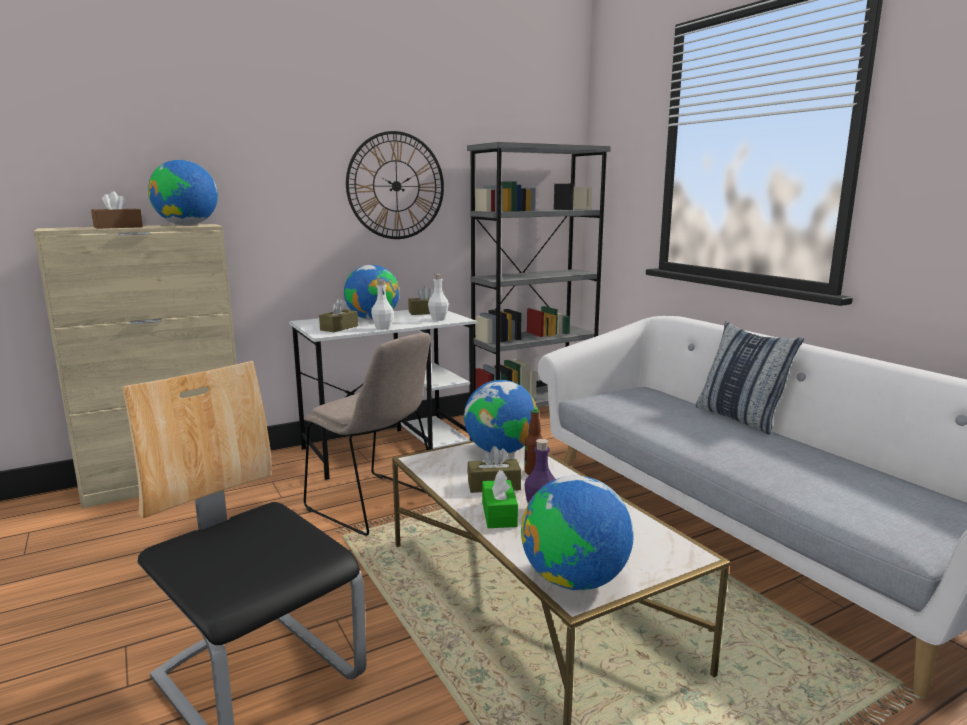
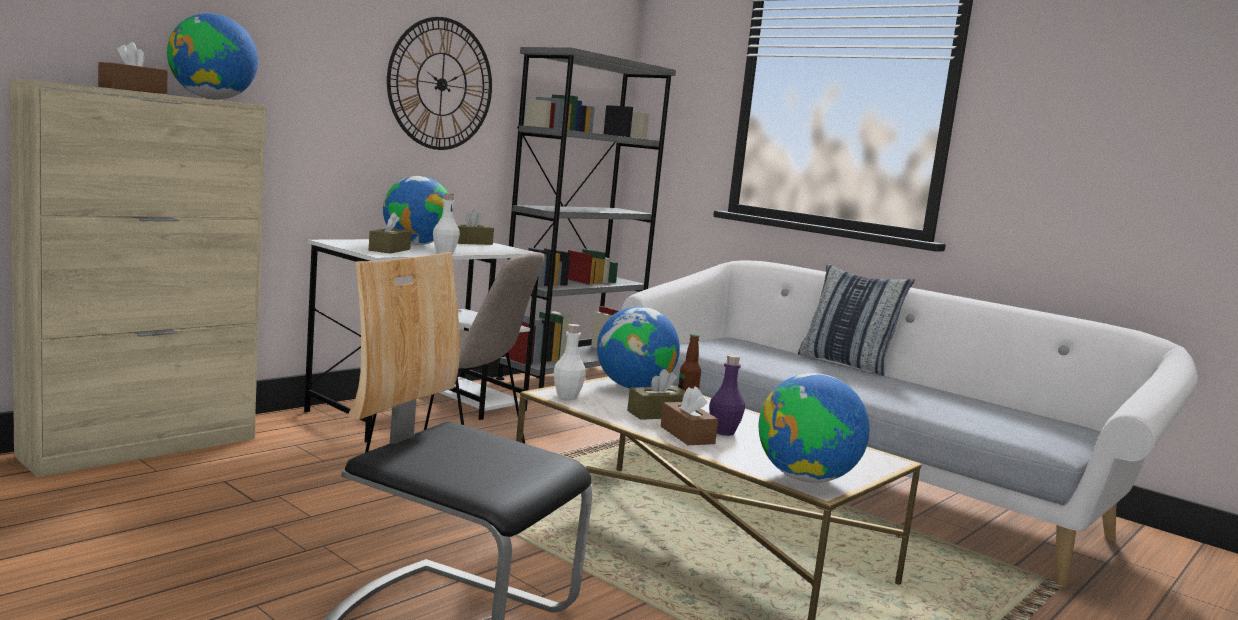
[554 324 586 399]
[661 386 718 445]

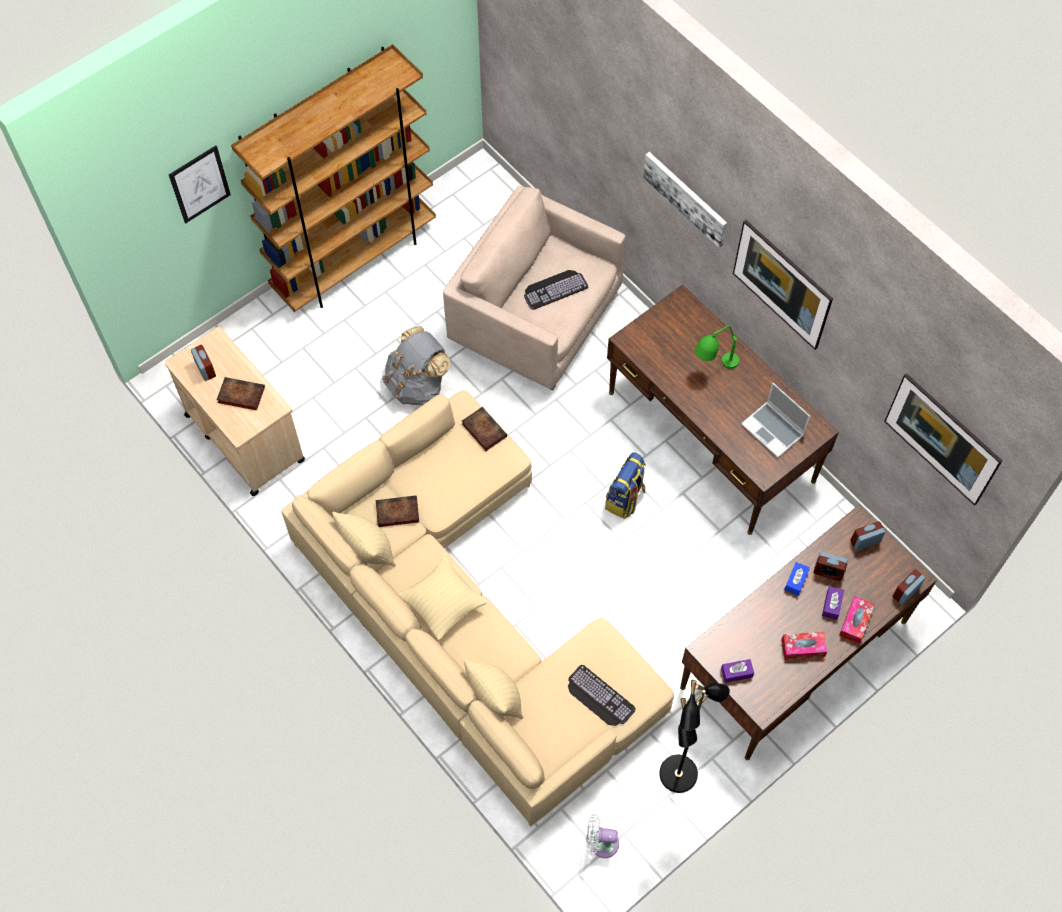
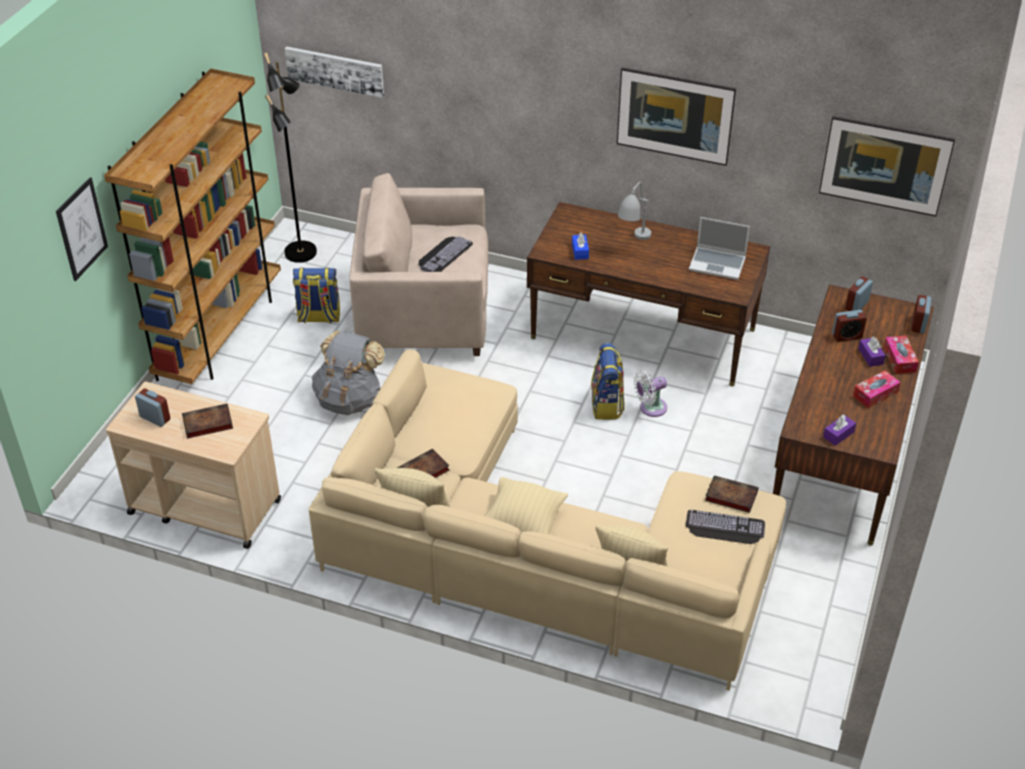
[285 47 384 98]
[618 182 651 240]
[705 475 759 513]
[572 232 589 260]
[264 53 317 263]
[634 370 667 417]
[293 268 340 324]

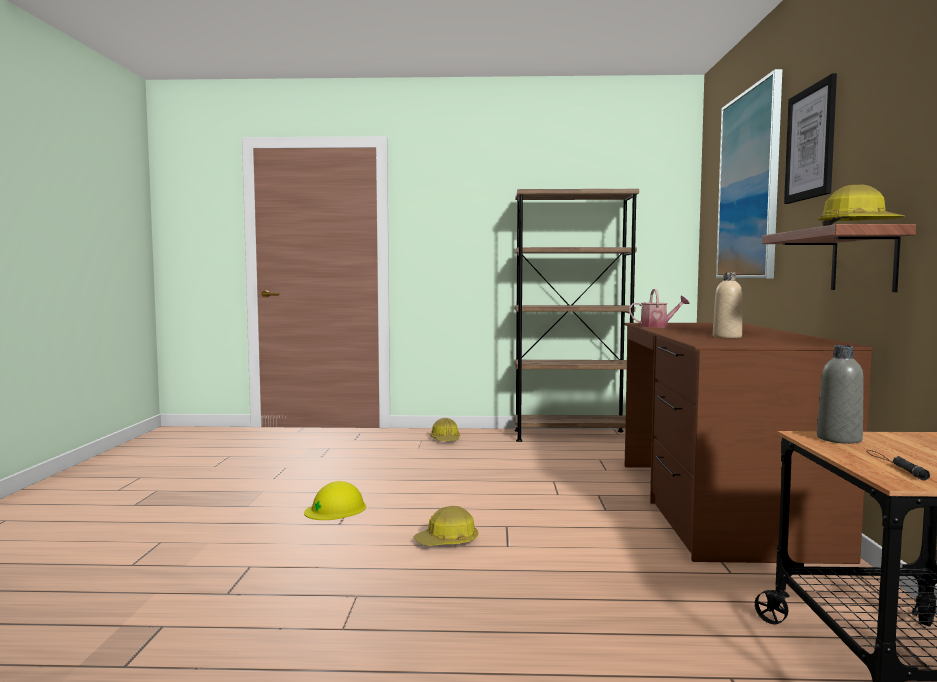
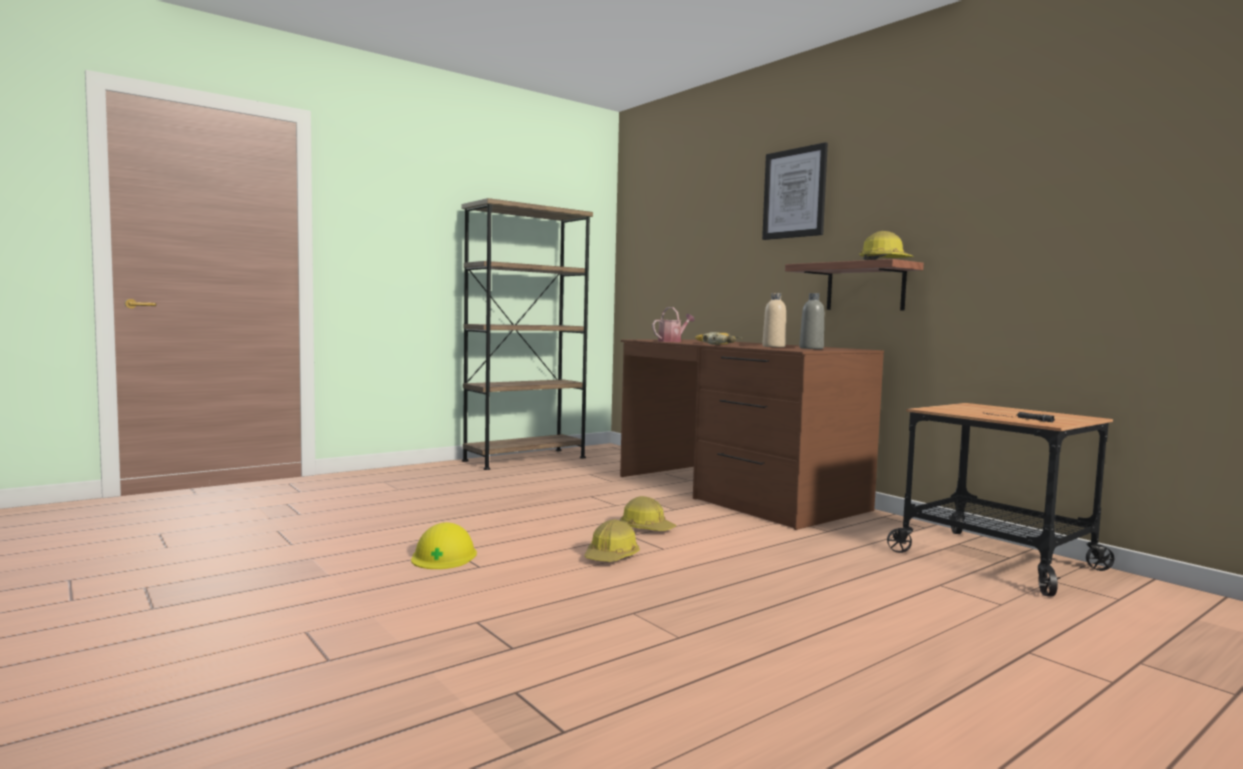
[716 69 783 279] (first image)
[799 293 824 349]
[620 496 676 531]
[695 332 743 345]

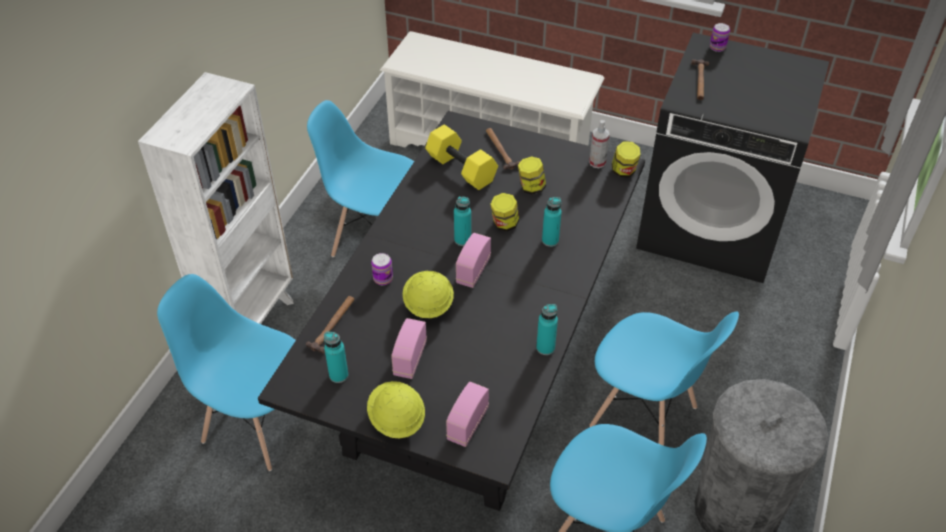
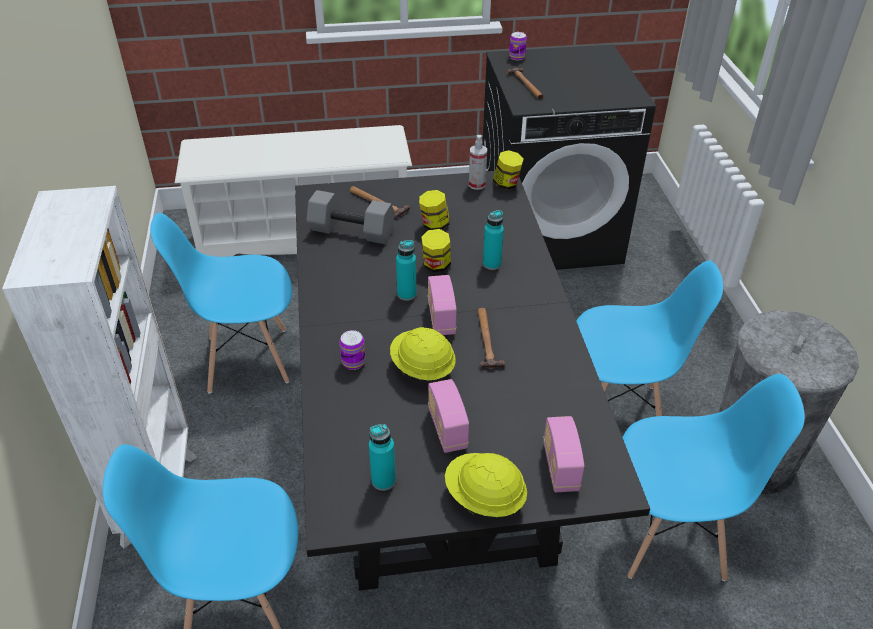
[306 190 395 244]
[478 308 505 369]
[536 304 558 355] (first image)

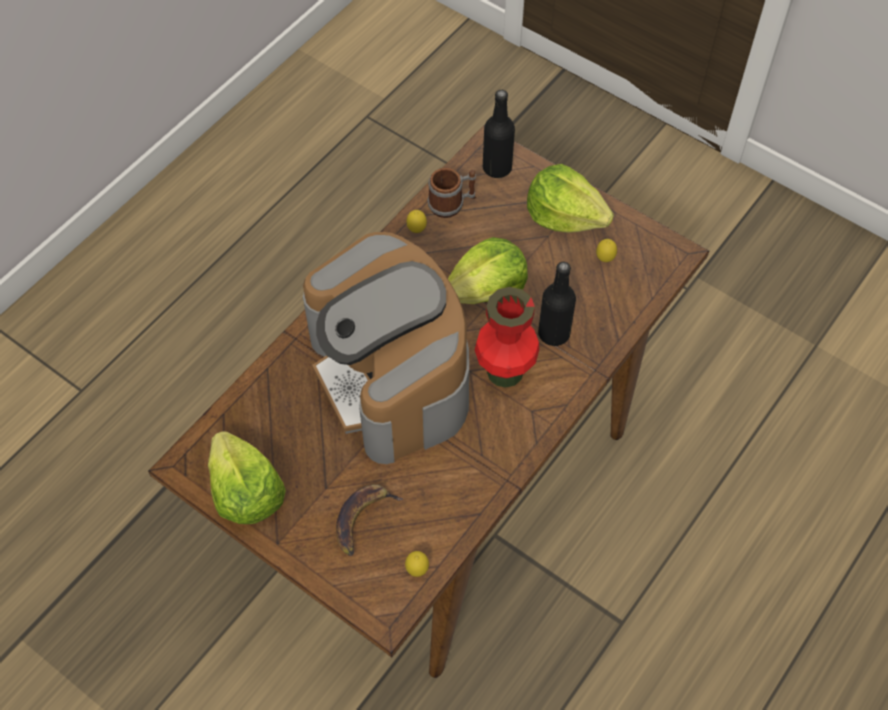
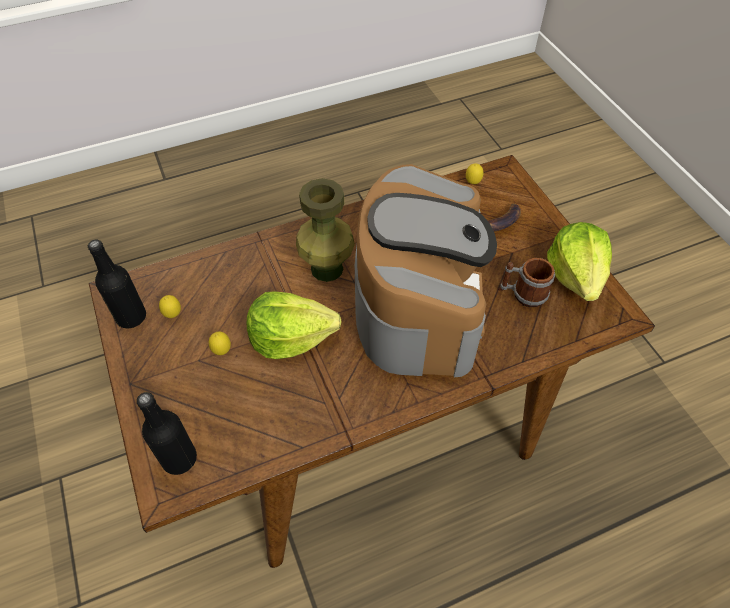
[527 164 614 233] (first image)
[498 258 555 307]
[209 332 231 355]
[88 240 146 329]
[296 178 355 282]

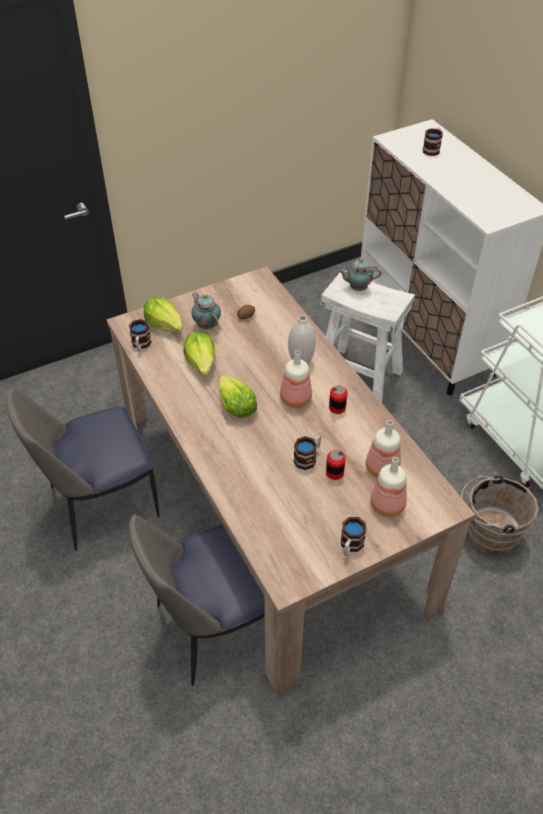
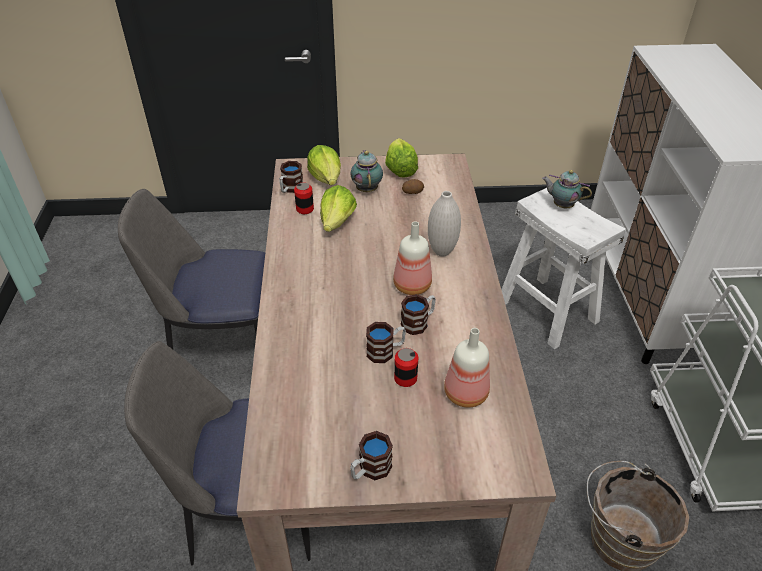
[401 294 436 335]
[385 138 418 178]
[294 182 314 214]
[370 457 407 517] (first image)

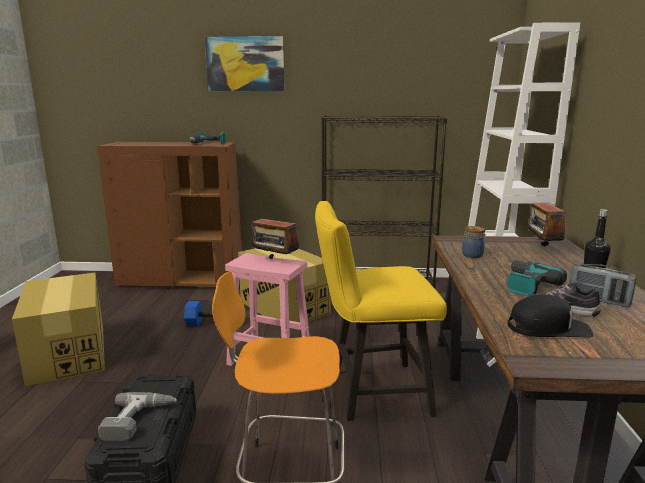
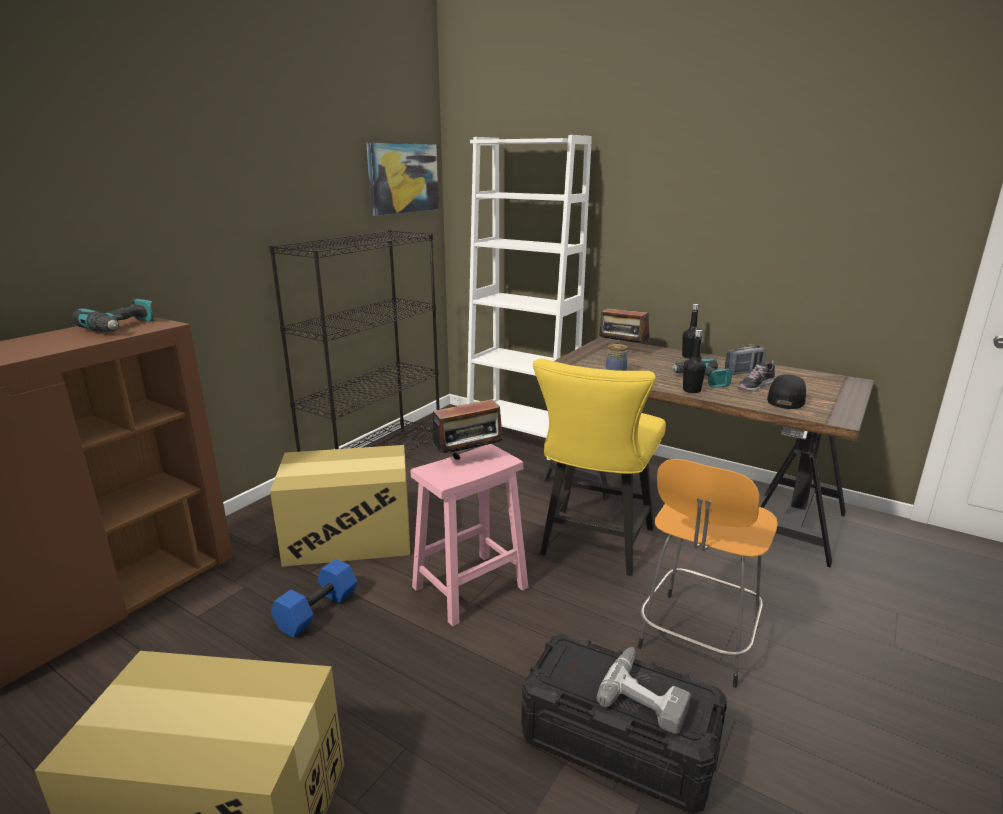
[366 143 439 216]
[683 330 706 393]

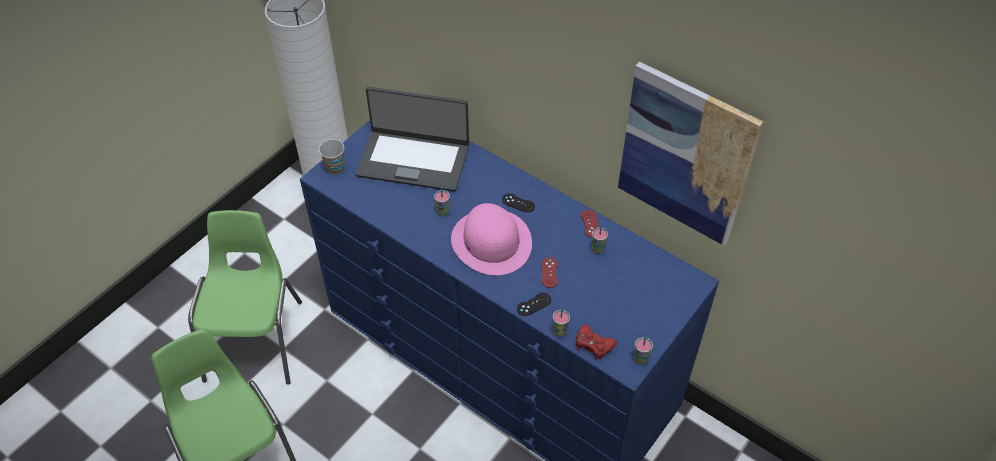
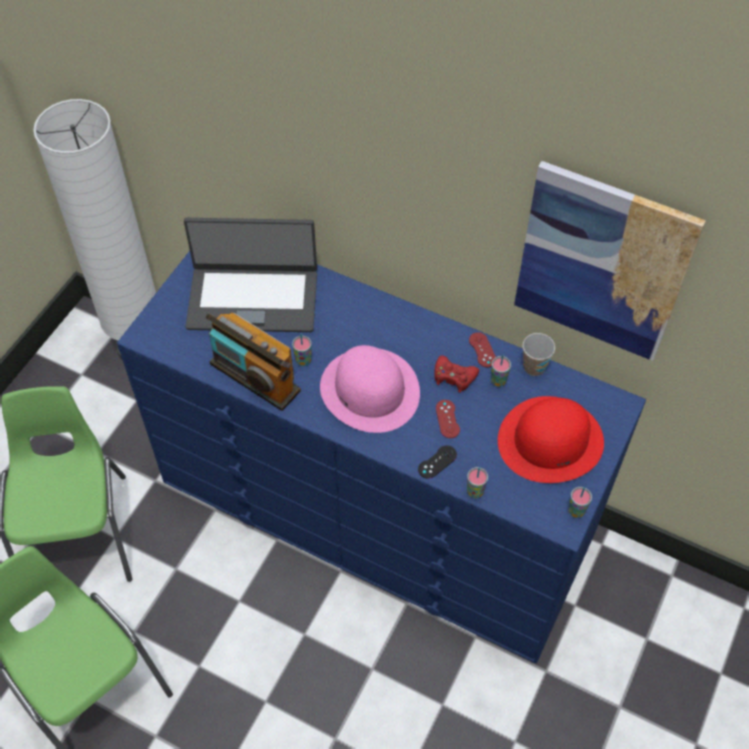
[522 333 555 376]
[502 193 535 213] (first image)
[434 355 479 393]
[205 313 301 411]
[498 396 604 483]

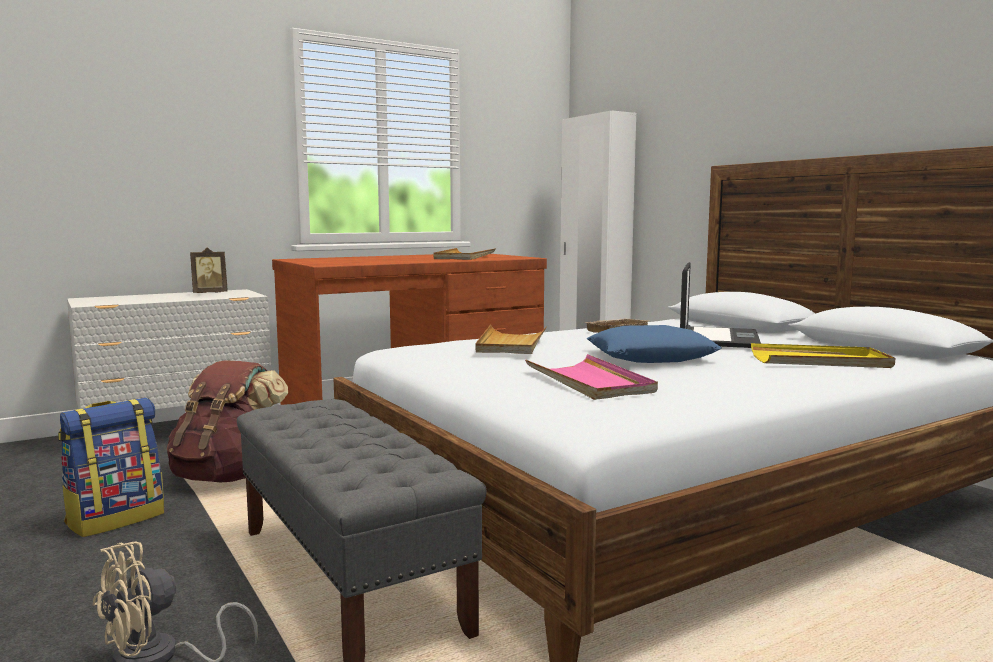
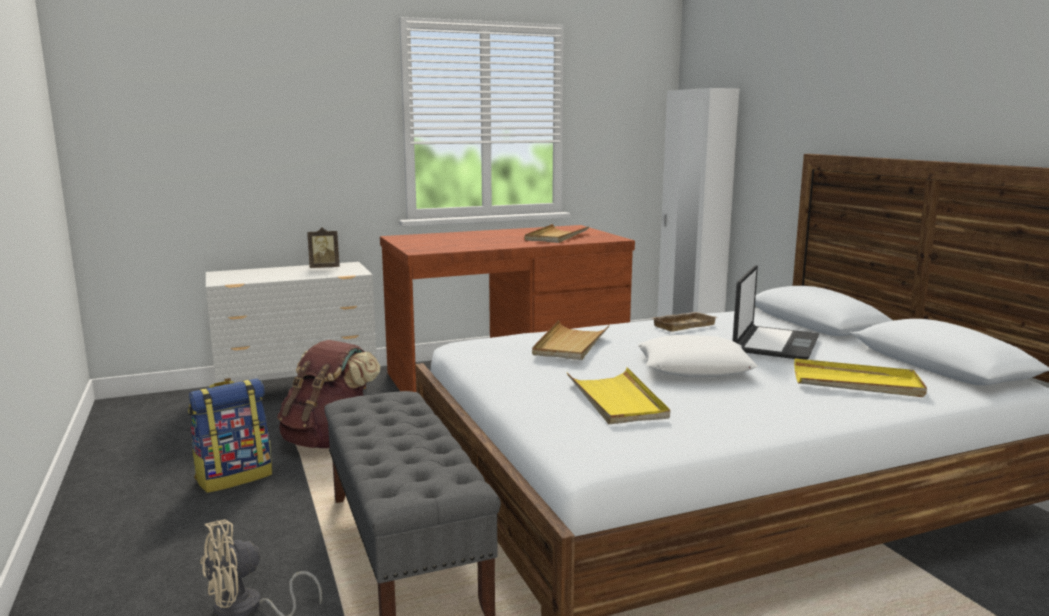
[638 335 758 377]
[567 367 670 424]

